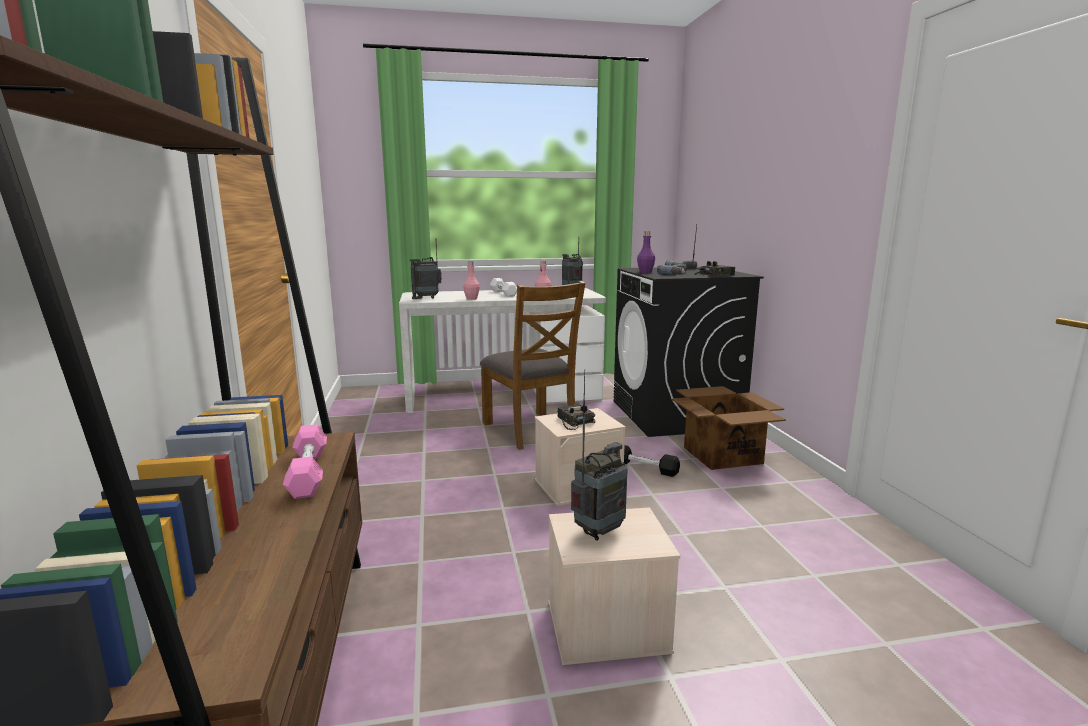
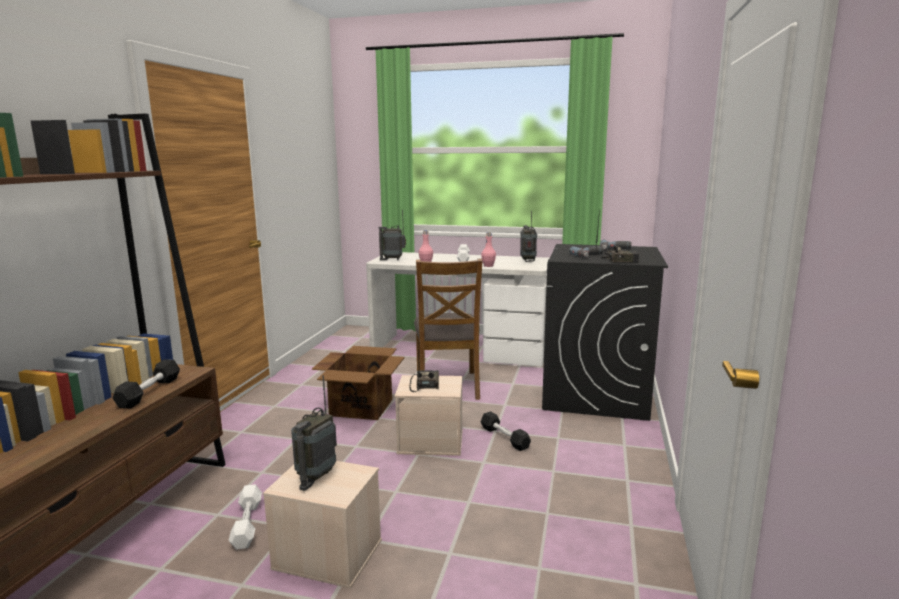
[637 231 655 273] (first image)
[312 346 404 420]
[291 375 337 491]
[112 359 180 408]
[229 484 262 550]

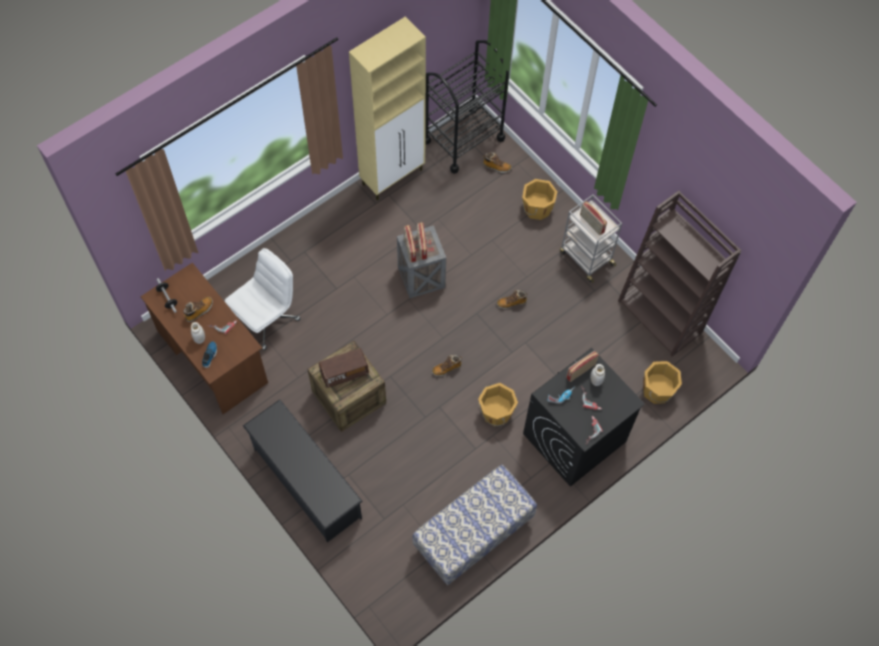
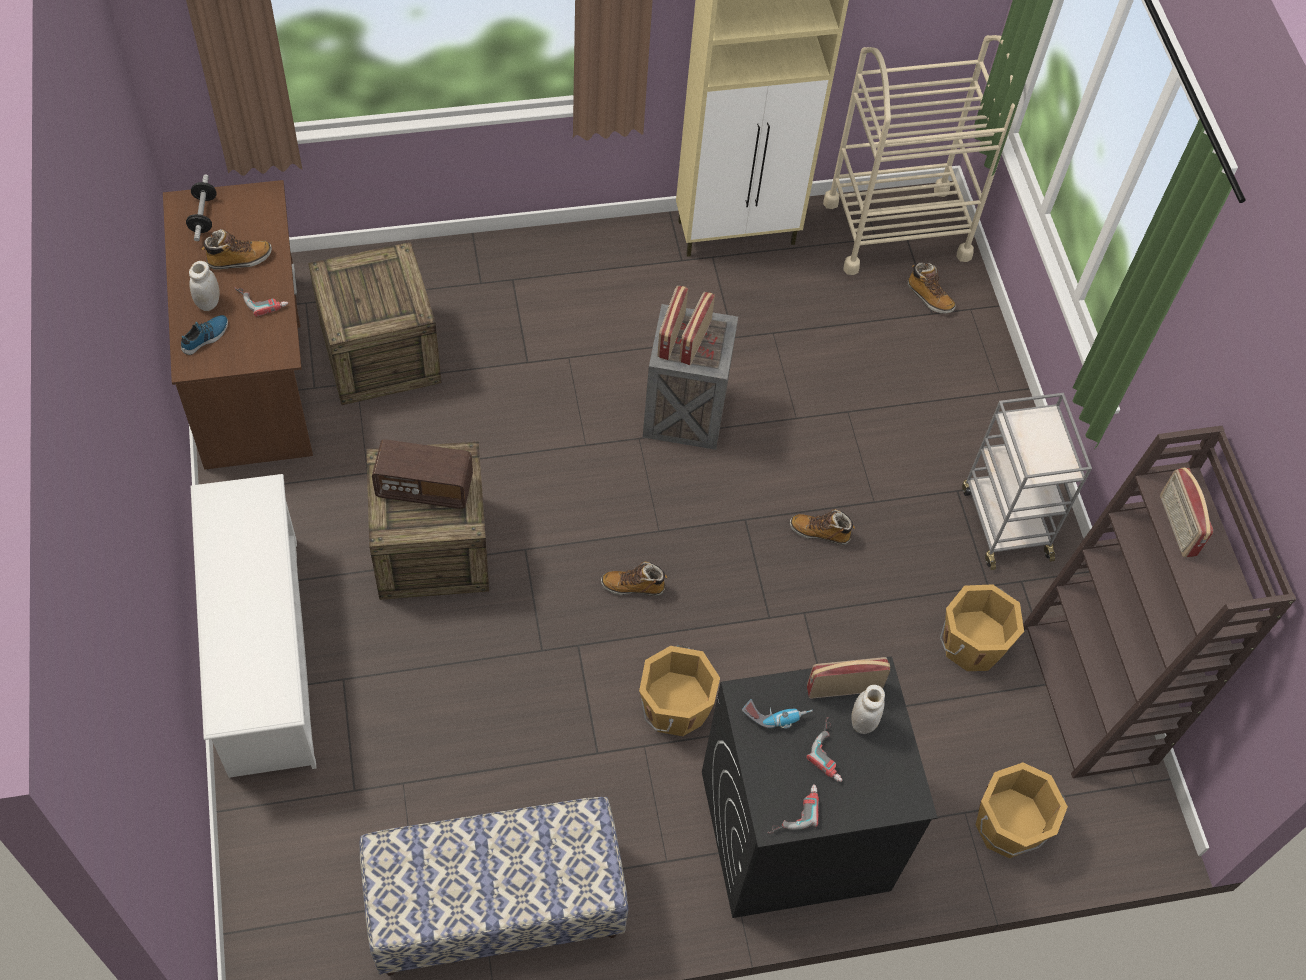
[823 35 1017 275]
[940 584 1024 671]
[1160 467 1213 557]
[308 242 441 405]
[191 474 316 778]

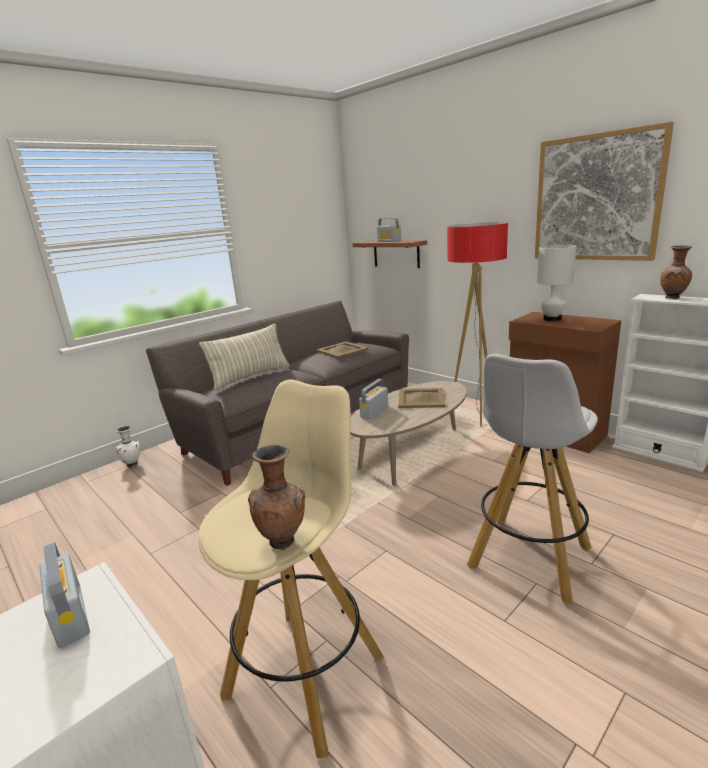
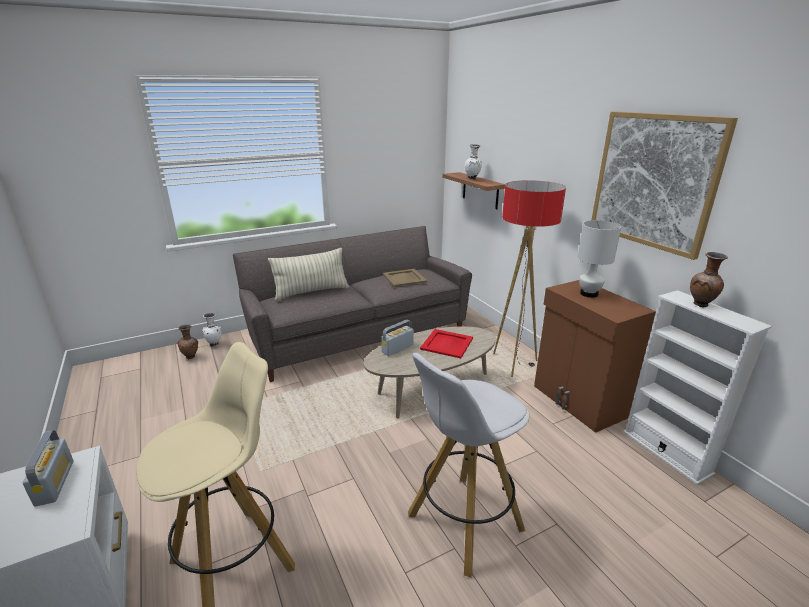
[465 144 482 179]
[420 329 473 358]
[178 324 198 359]

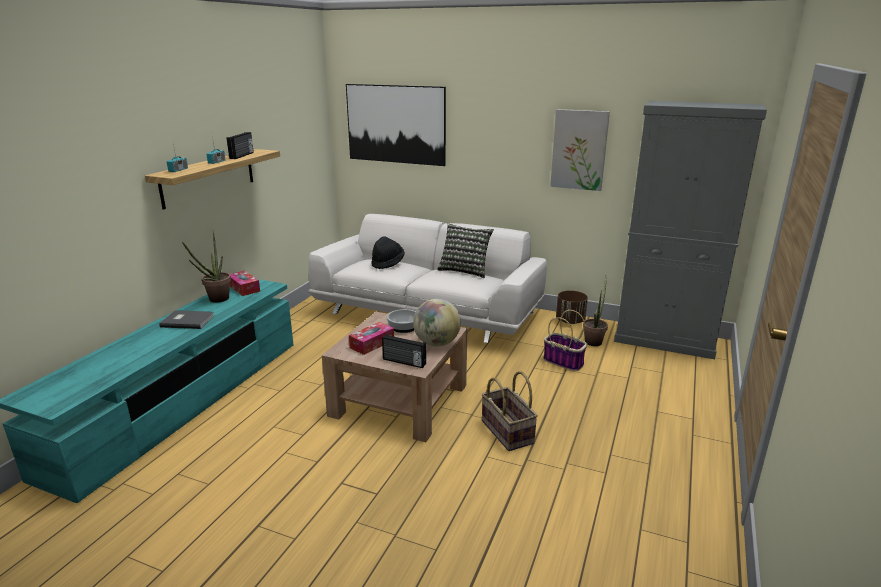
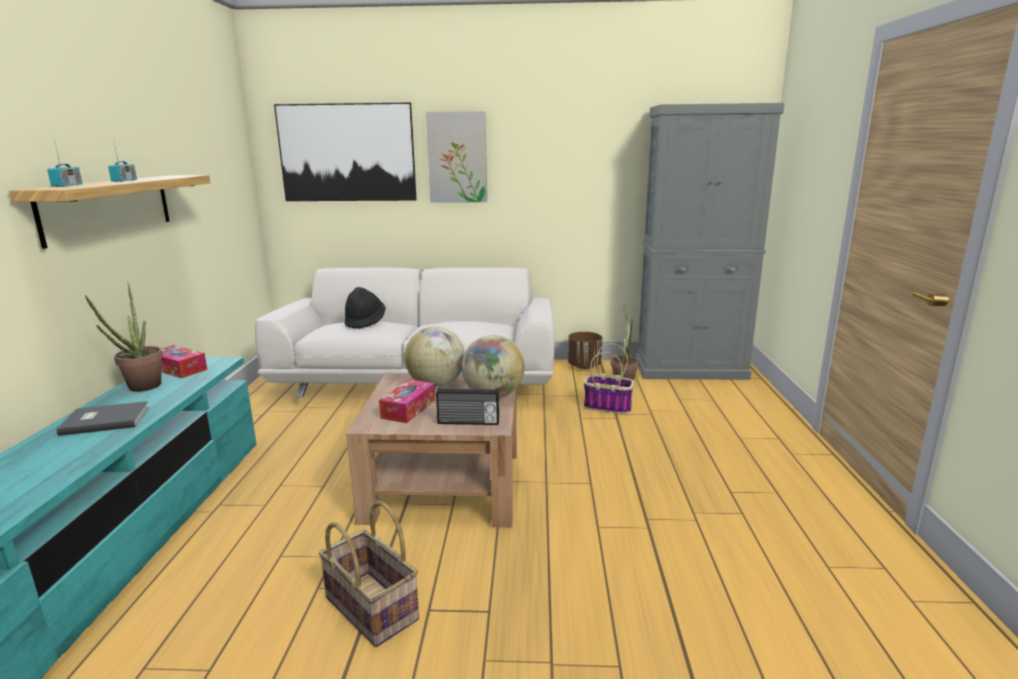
[426 111 487 203]
[227 132 254 159] (first image)
[437 223 494 278] (first image)
[404 327 465 387]
[319 501 419 647]

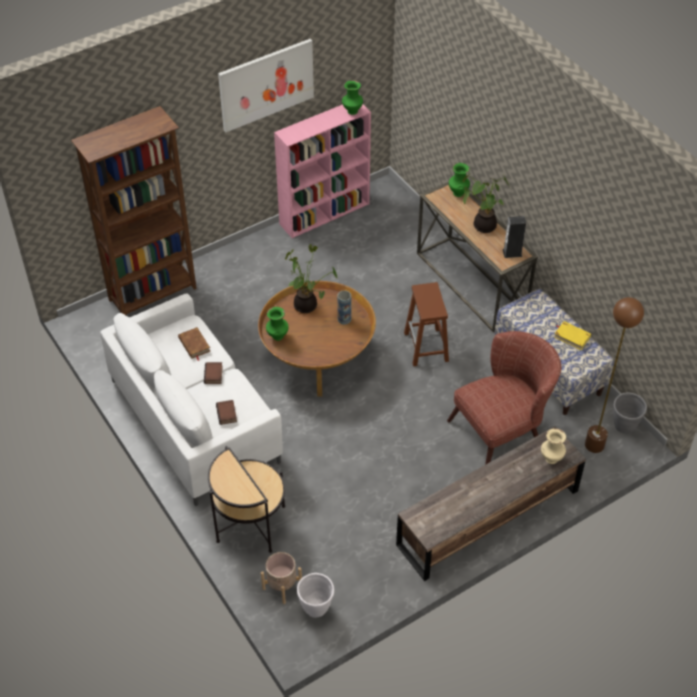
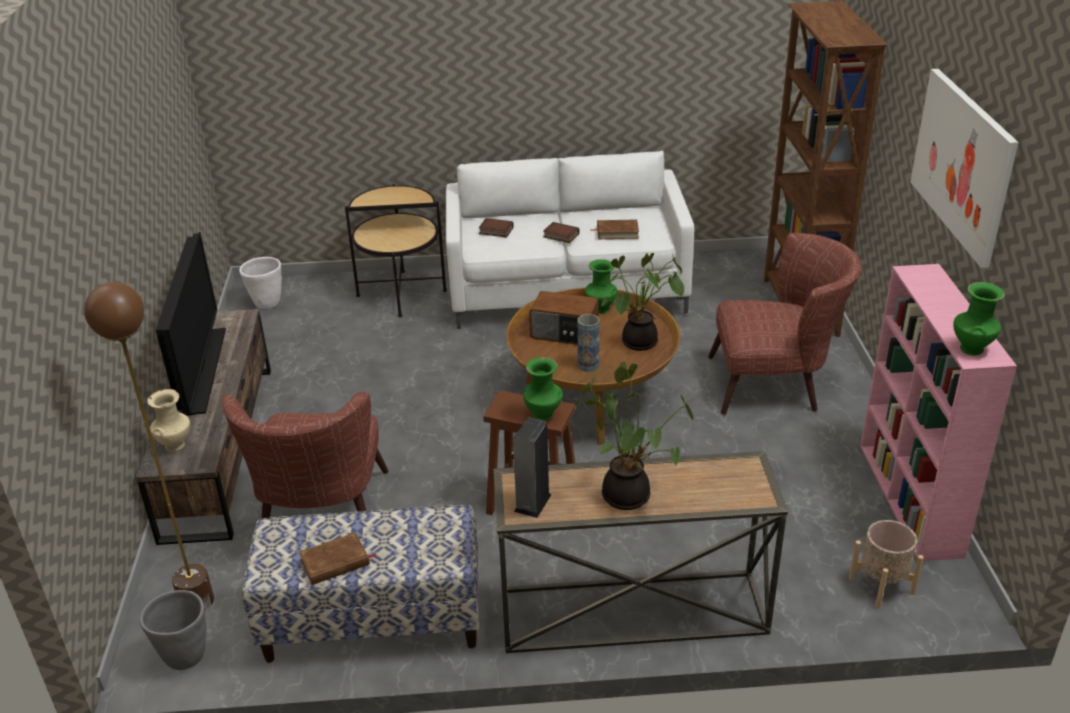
[523 357 563 421]
[299 533 377 585]
[849 520 924 608]
[156 232 226 416]
[708 233 862 415]
[529 291 599 345]

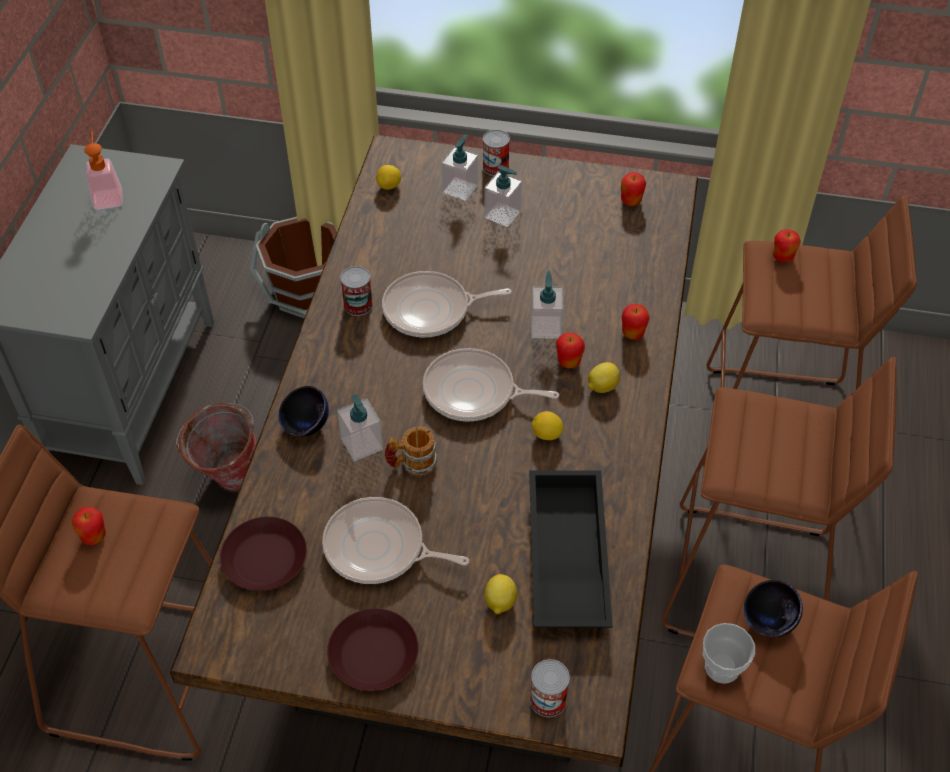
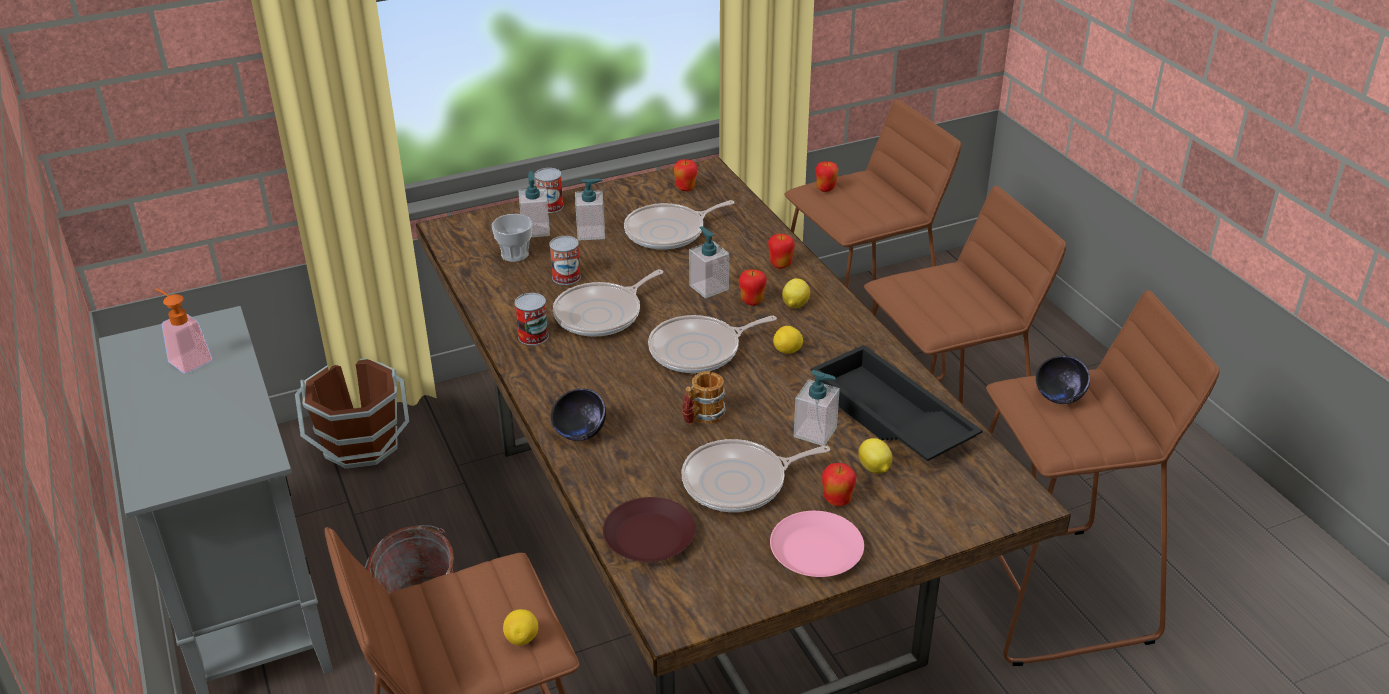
[503 609 538 646]
[794 370 840 446]
[822 463 857 506]
[770 511 864 577]
[492 214 532 262]
[549 236 581 285]
[624 200 735 250]

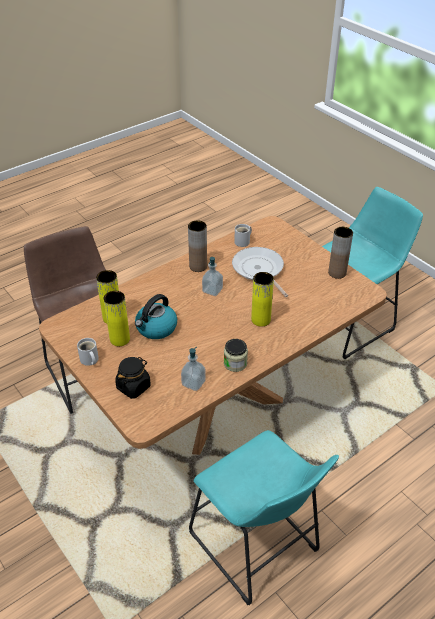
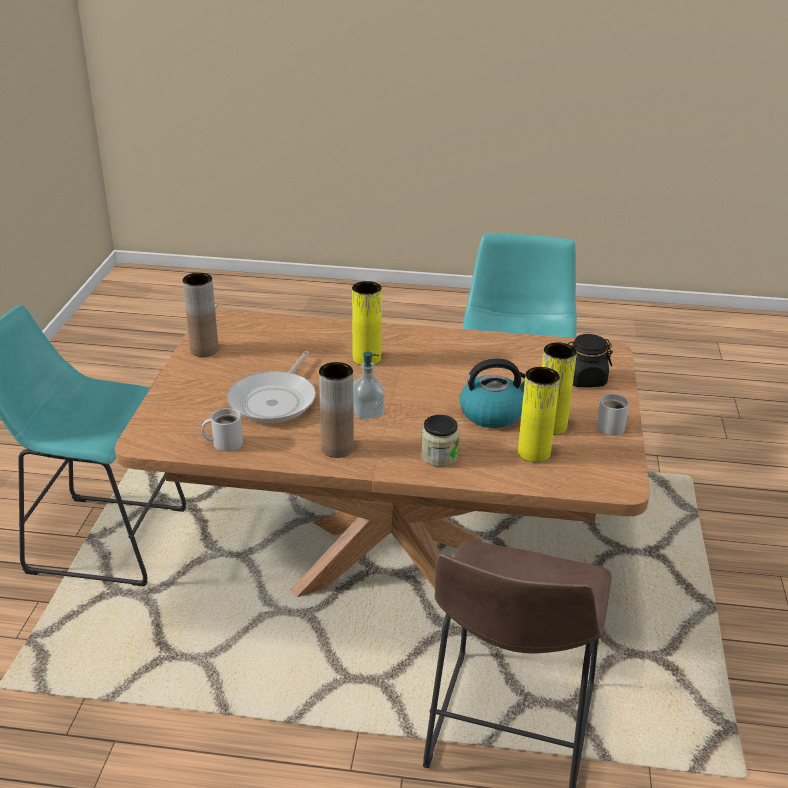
[421 415 459 467]
[181 347 206 391] (first image)

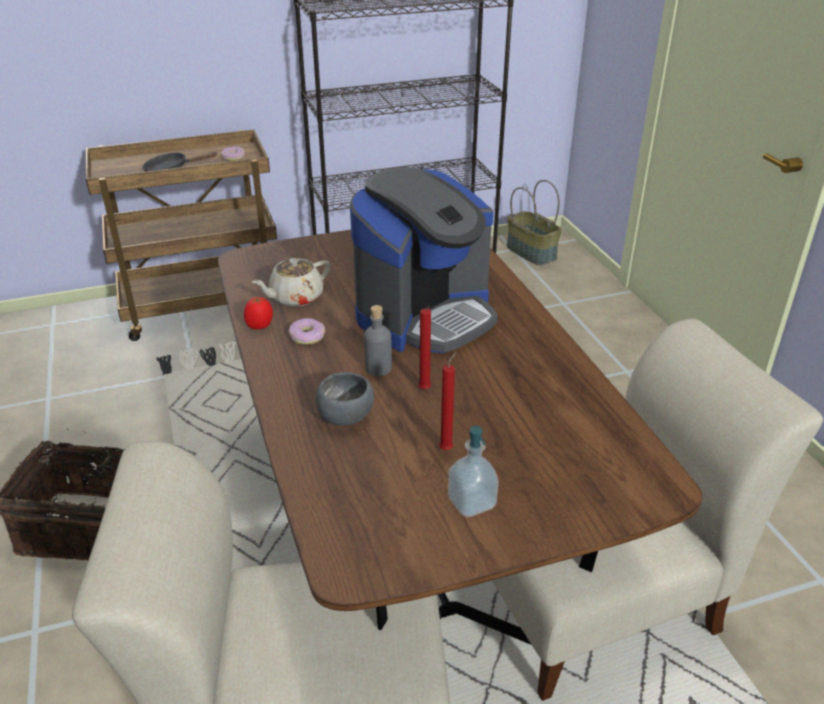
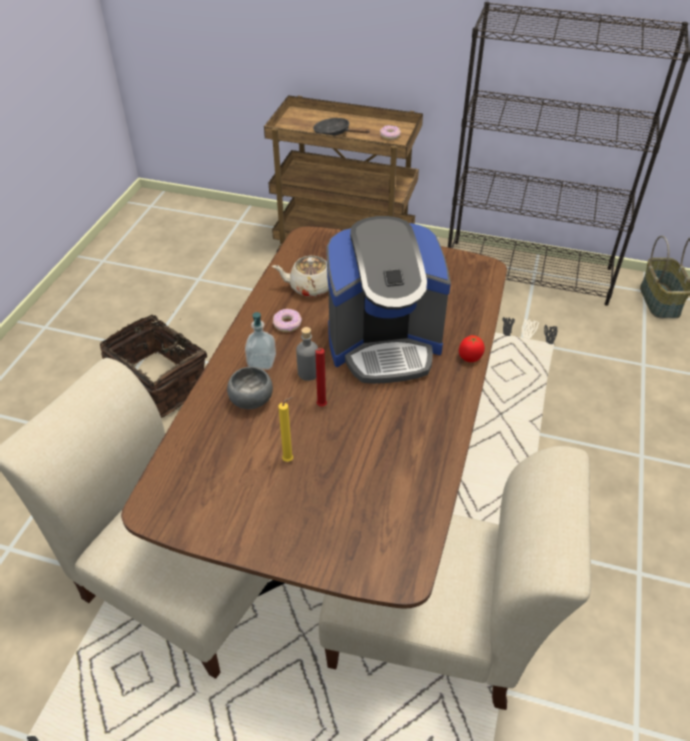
[459 335 485 362]
[279 397 293 462]
[245 312 276 370]

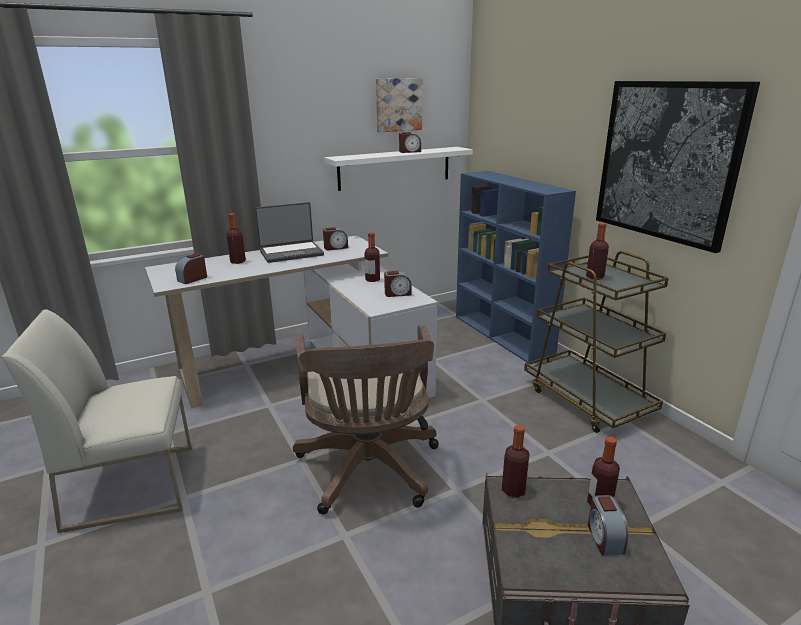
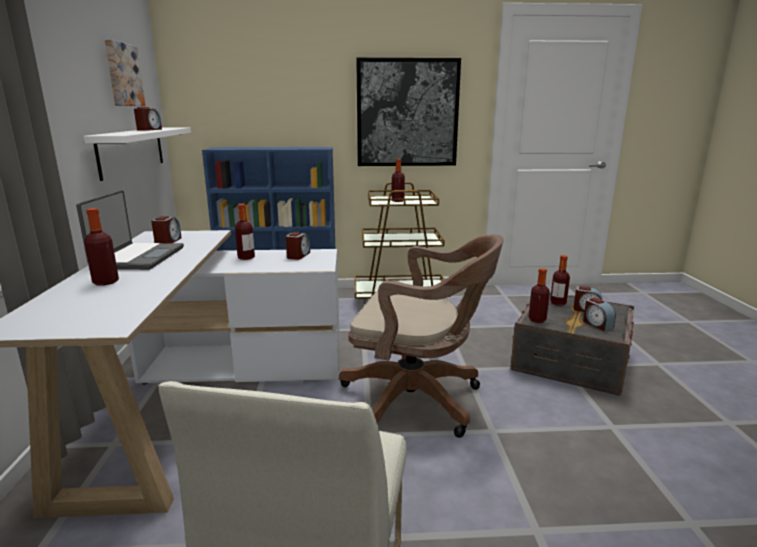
[583 298 616 331]

